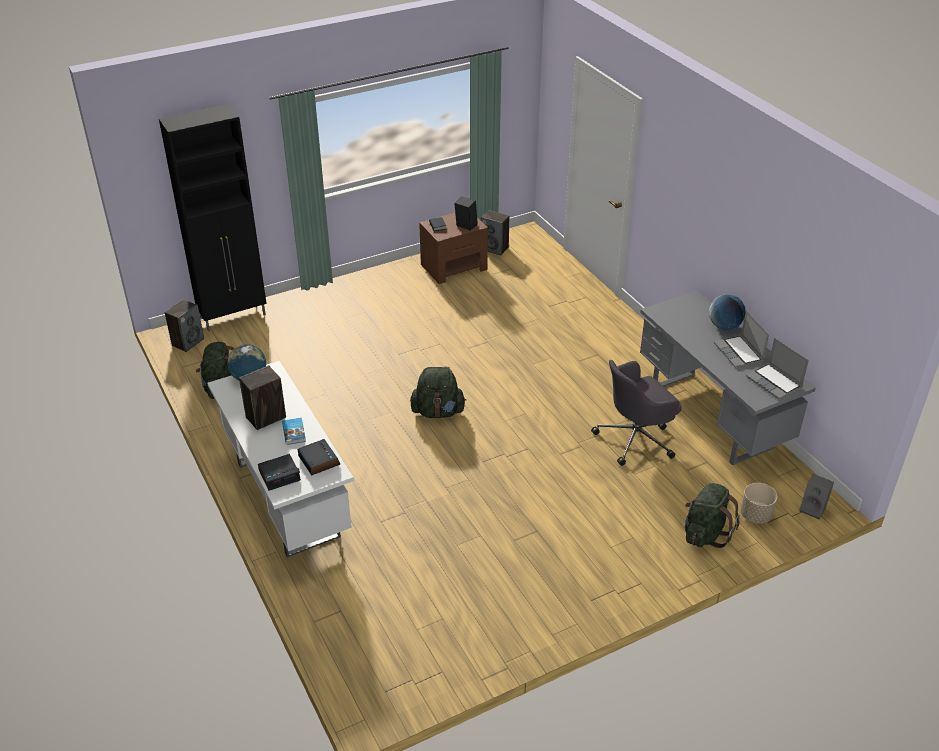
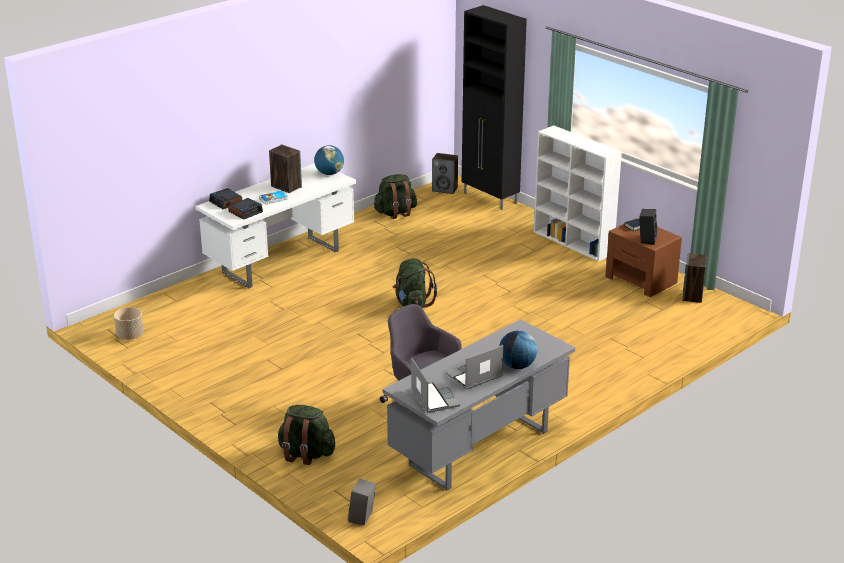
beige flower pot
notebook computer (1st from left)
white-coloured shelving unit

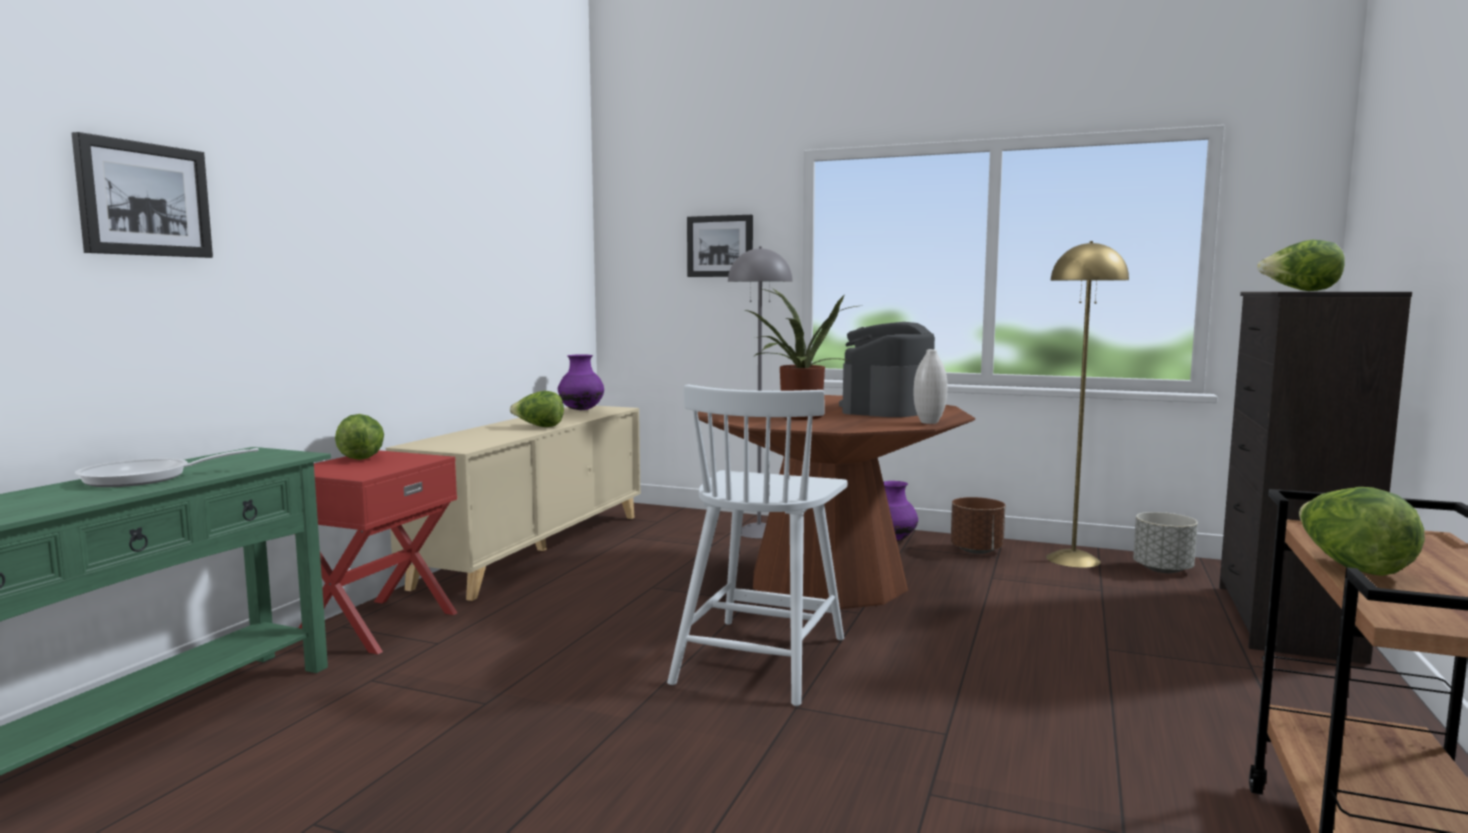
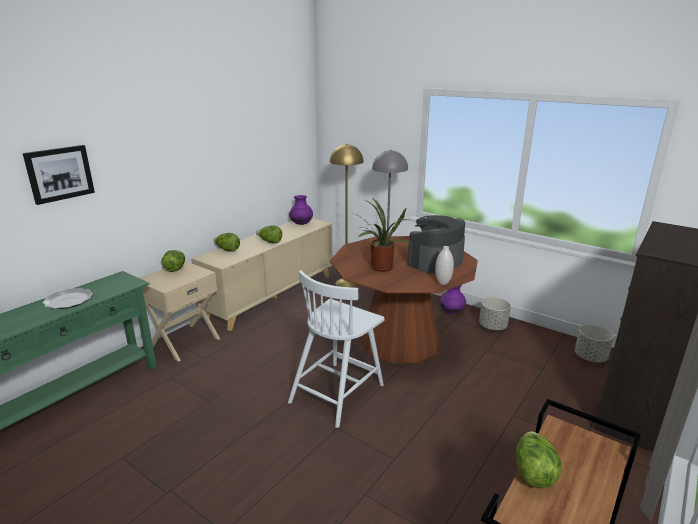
dinner plate
beige nightstand
wall picture (2nd from left in the first image)
gray flower pot (1st from left)
yellow floor lamp
lettuce (2nd from left)

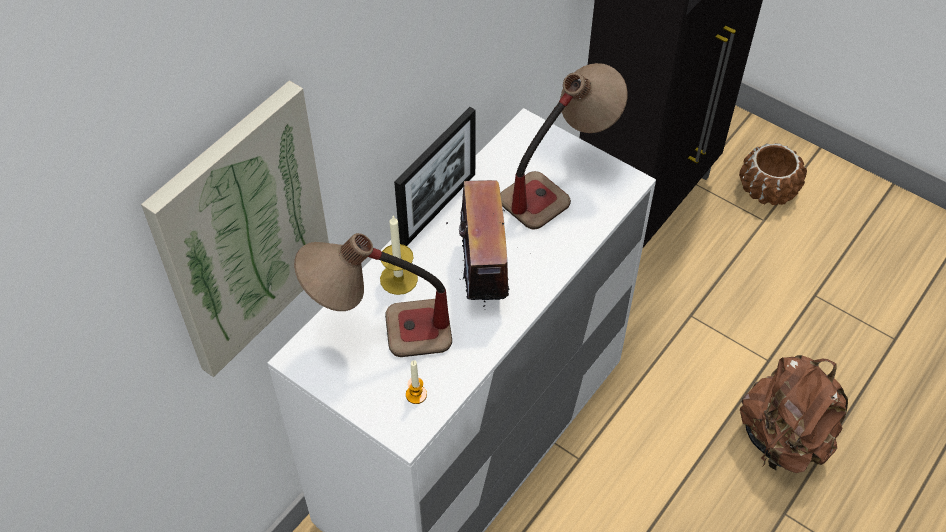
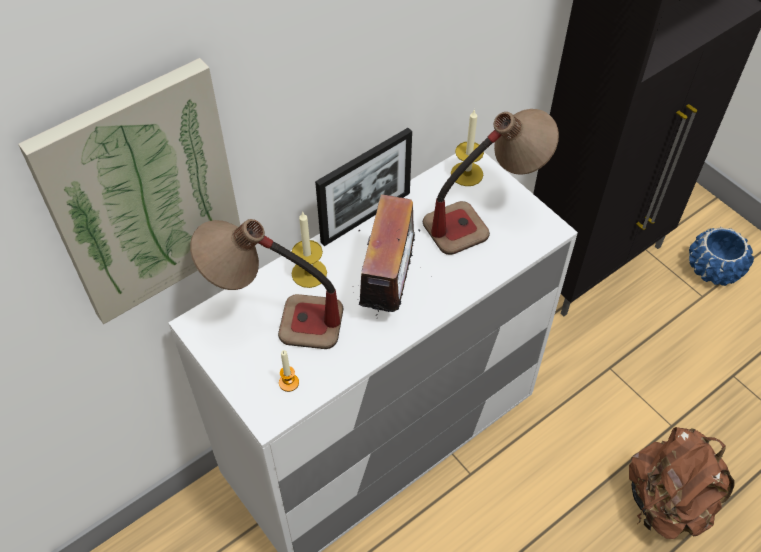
blue-coloured flower pot
wax candle (3rd from left)

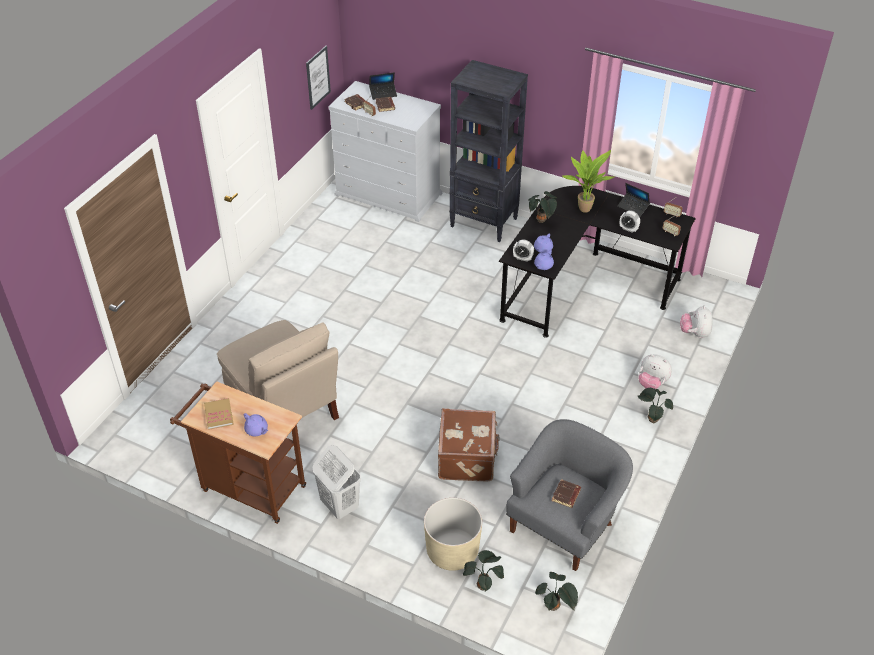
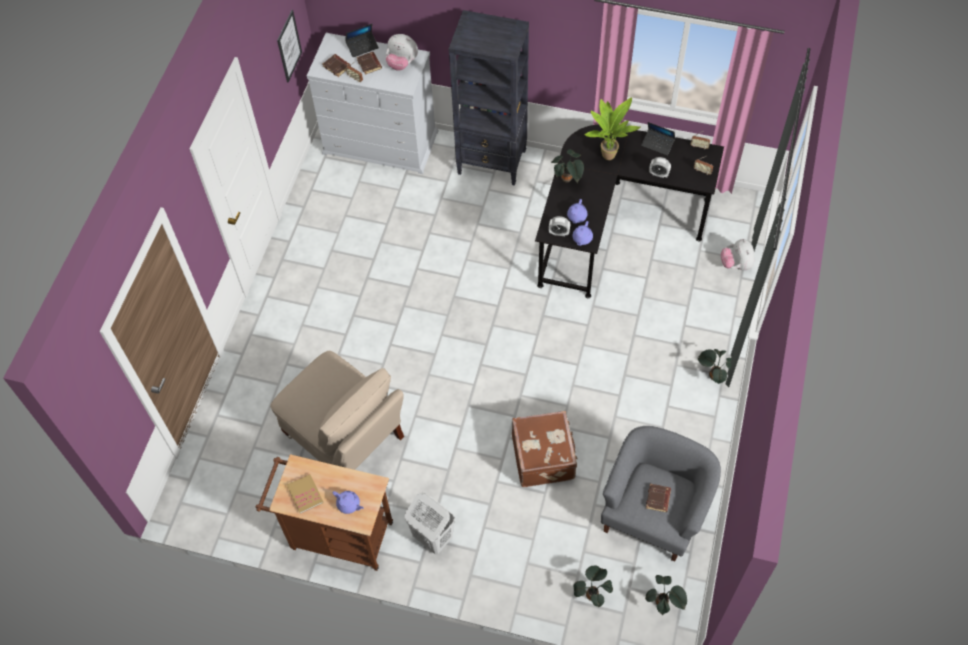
beige flower pot
soft toy (1st from left)

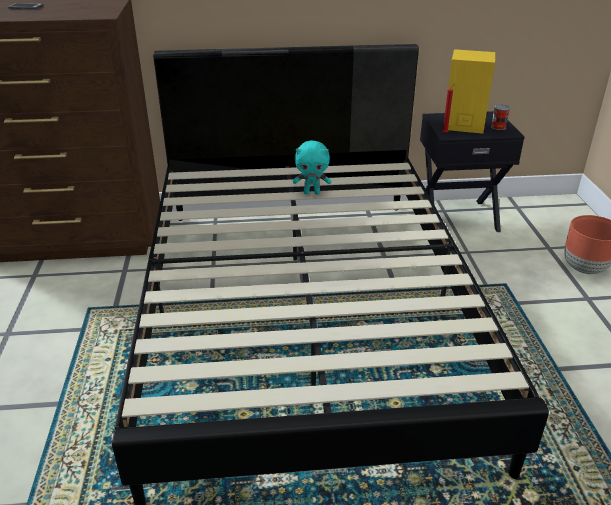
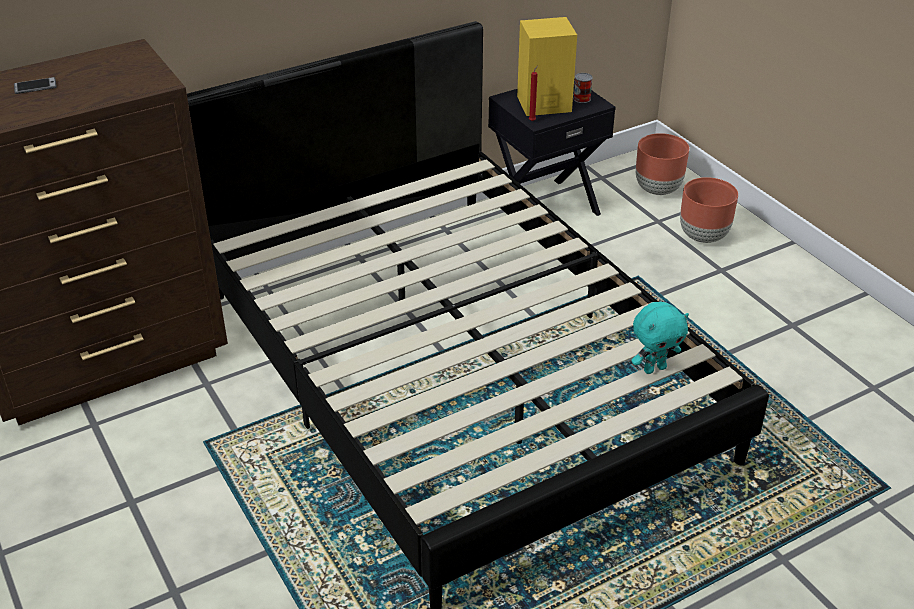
blue-green soft toy
brownish flower pot (1st from left)

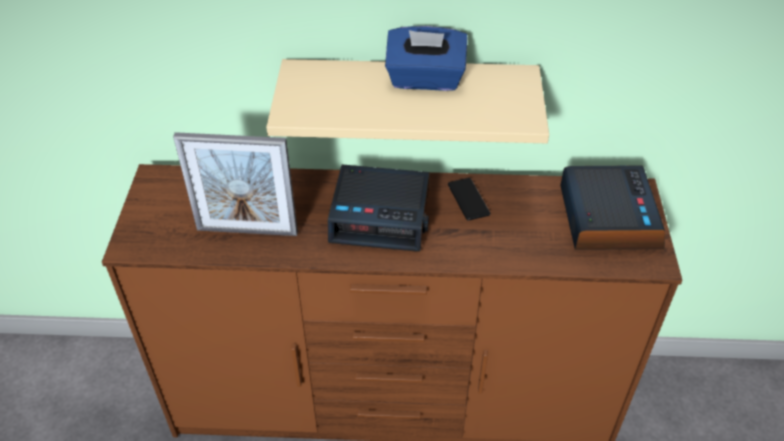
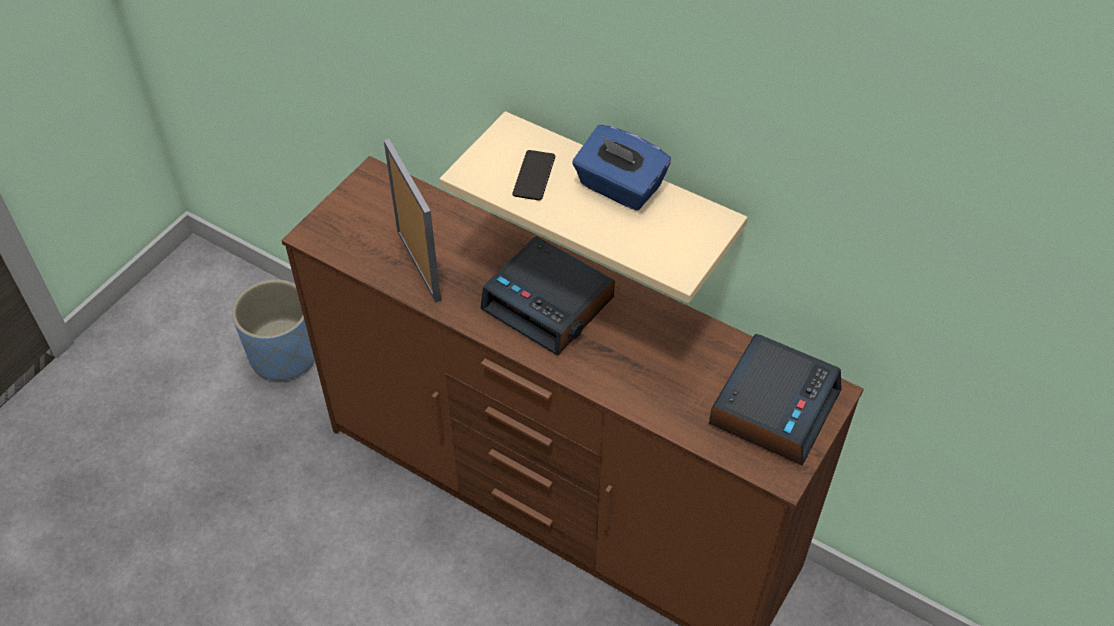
picture frame
handset
blue-coloured flower pot

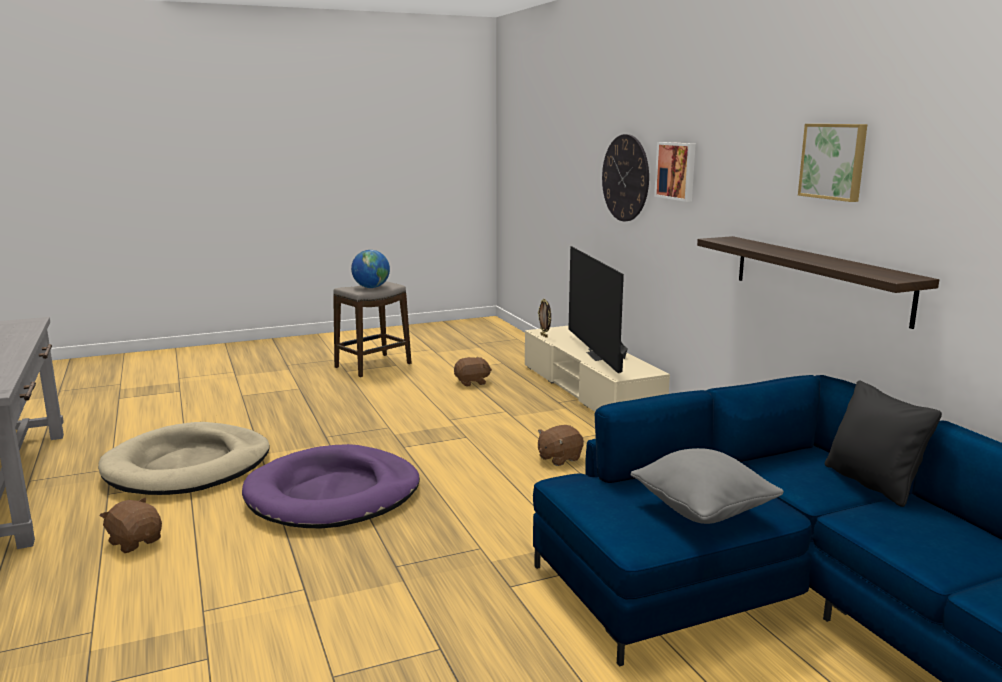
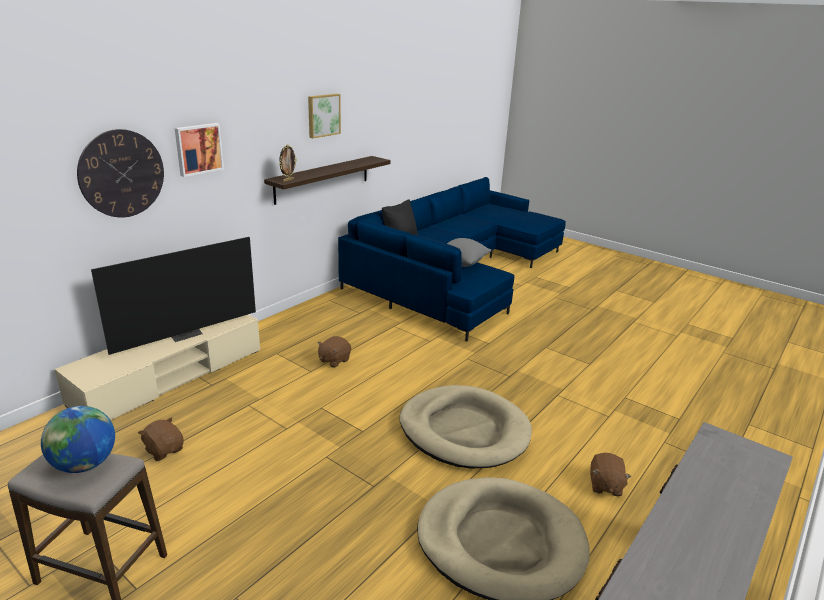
beige dog cushion (1st from left)
picture frame
brownish soft toy (2nd from left)

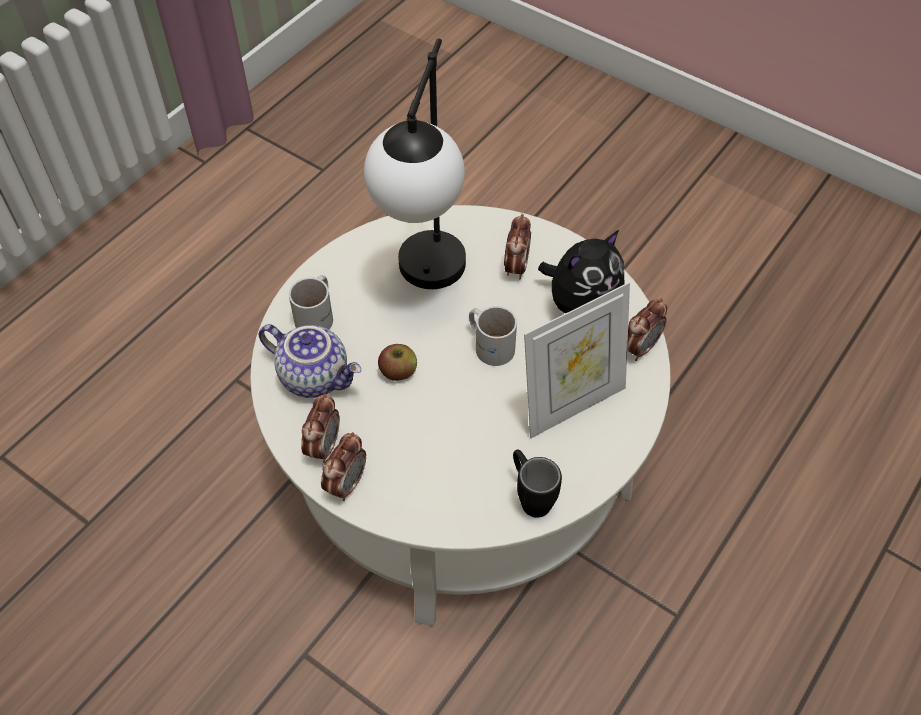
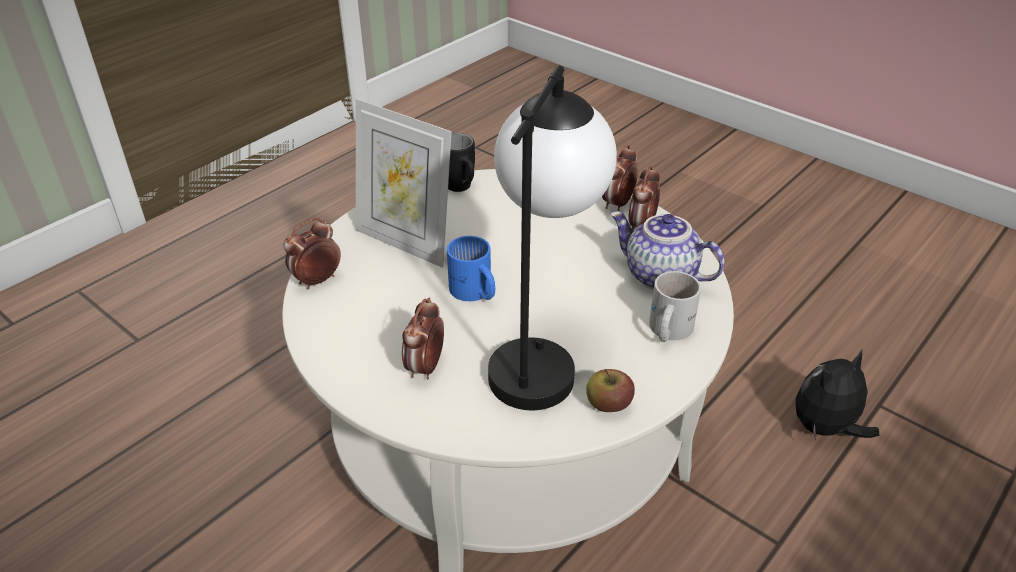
whole apple
blue-coloured tea mug
picture frame
soft toy

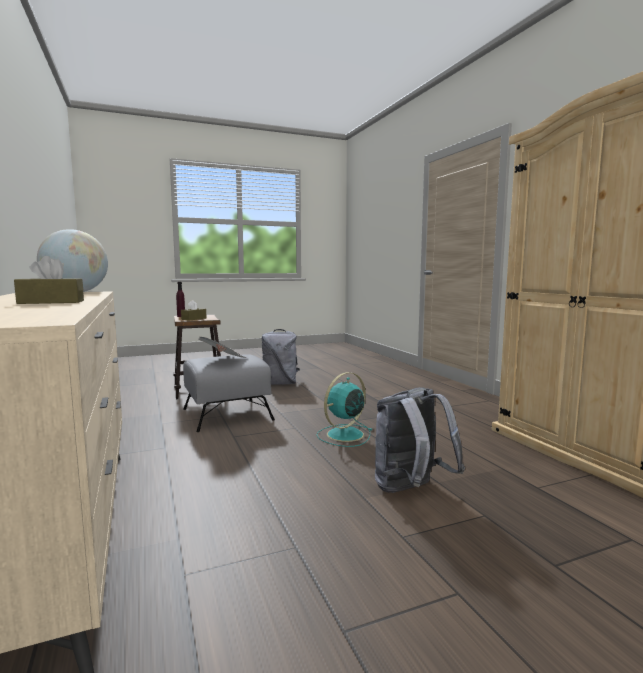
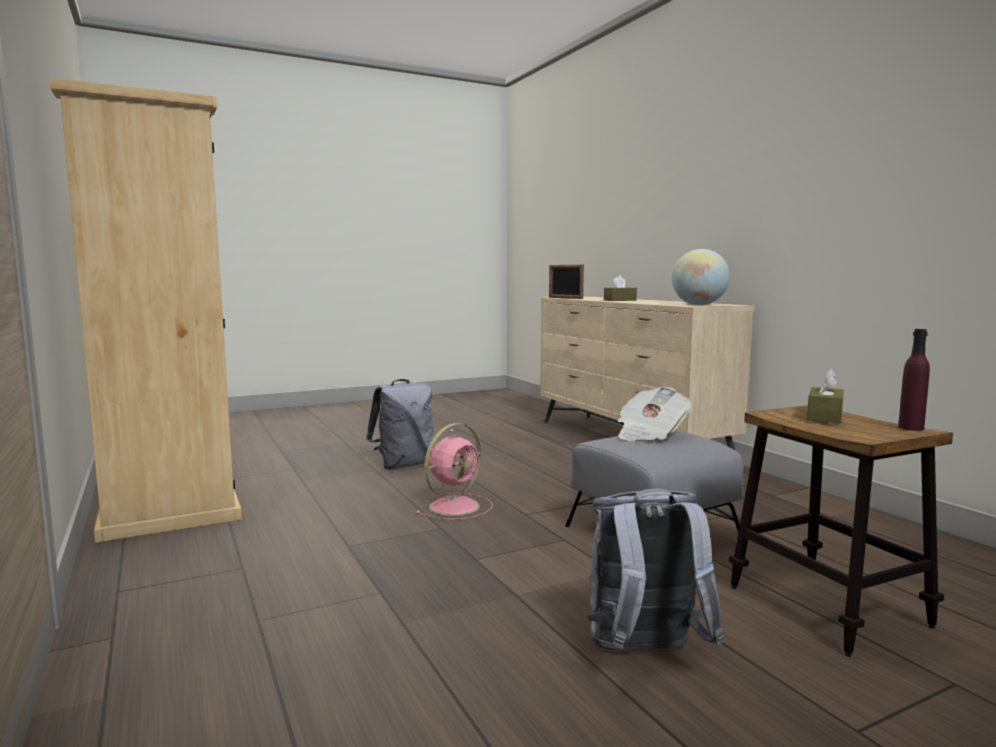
pink electric fan
picture frame

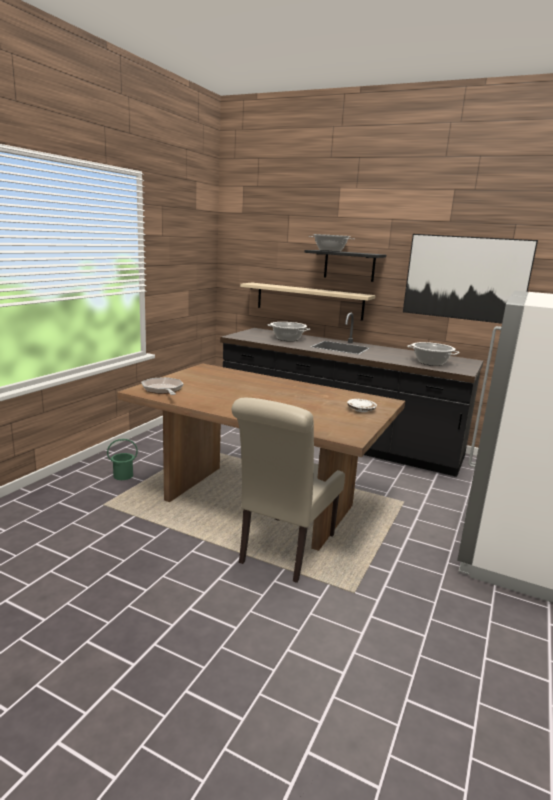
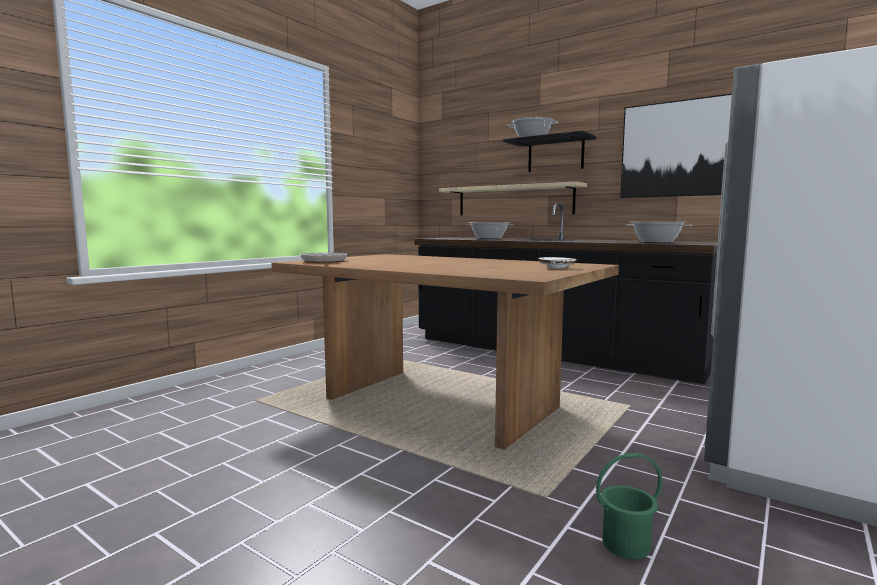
green-coloured water bucket
beige upright chair

